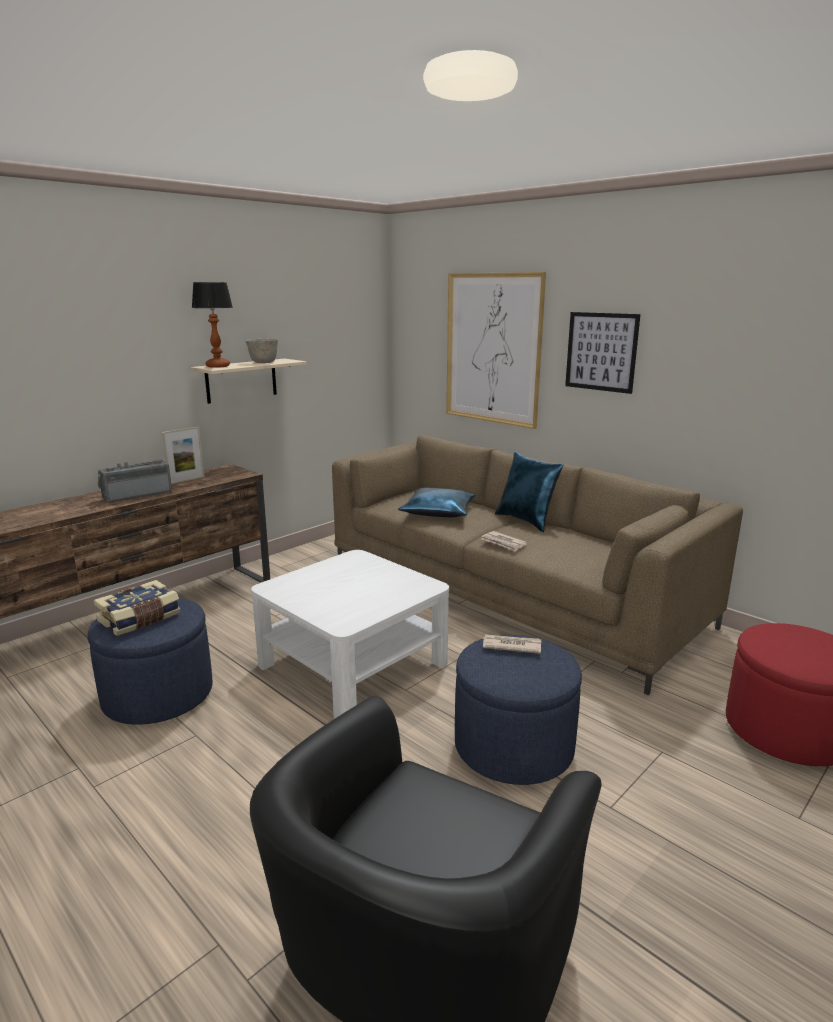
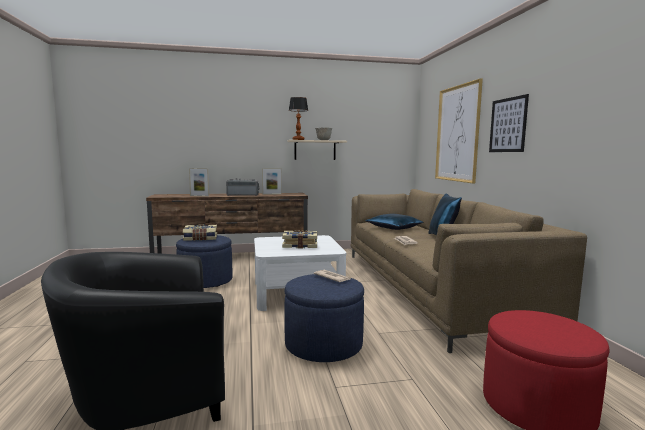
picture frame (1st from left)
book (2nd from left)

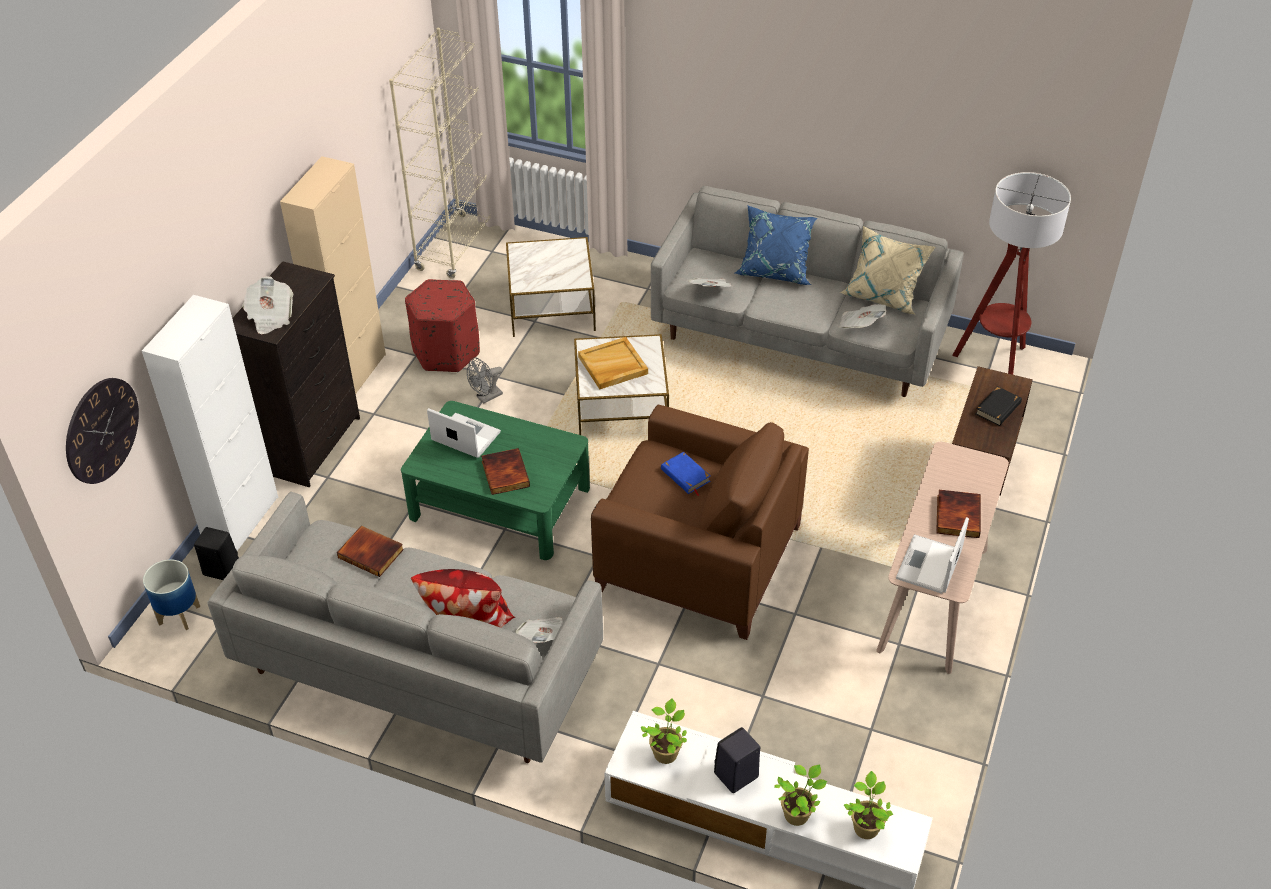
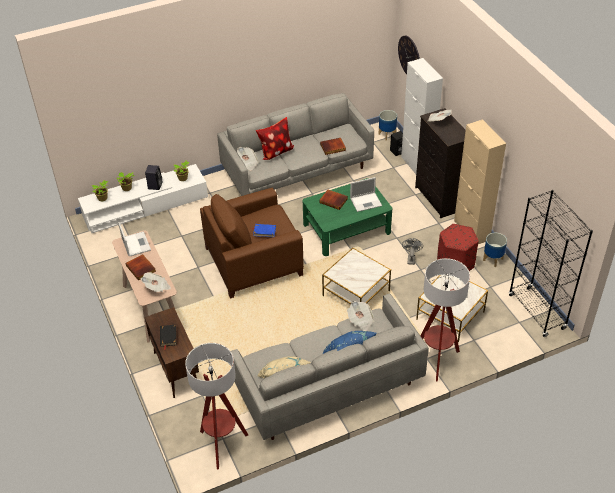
blackish shelving unit
beige tray
printed paper (1st from left)
floor lamp (2nd from left)
flower pot (2nd from left)

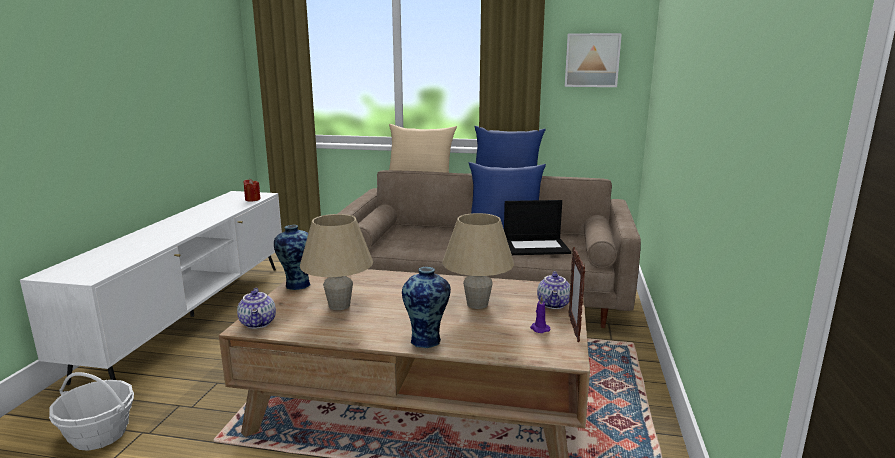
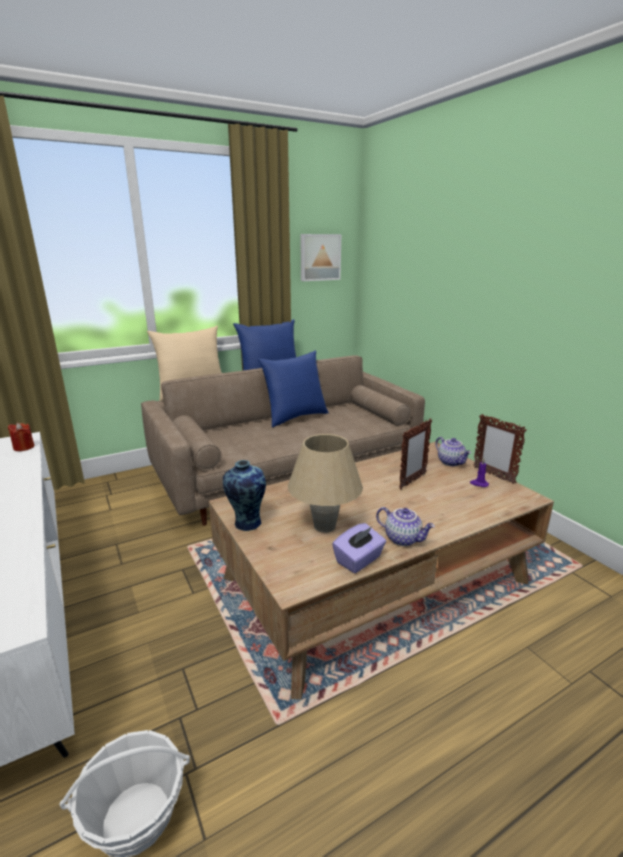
teapot (1st from left)
flower vase (2nd from left in the first image)
picture frame (1st from left)
notebook computer
purple-coloured box of tissues

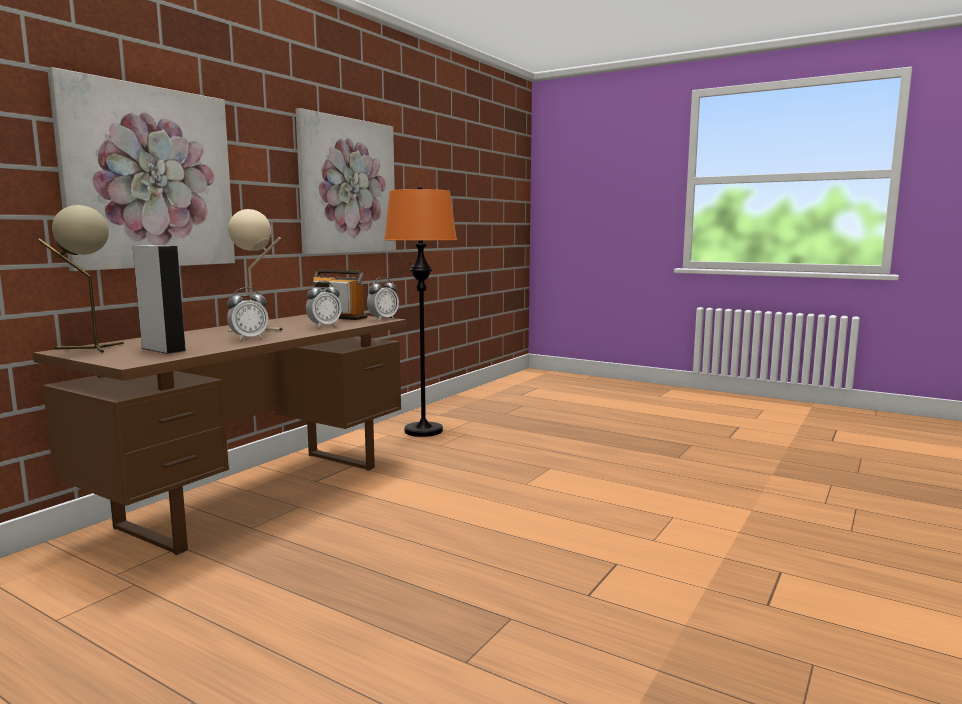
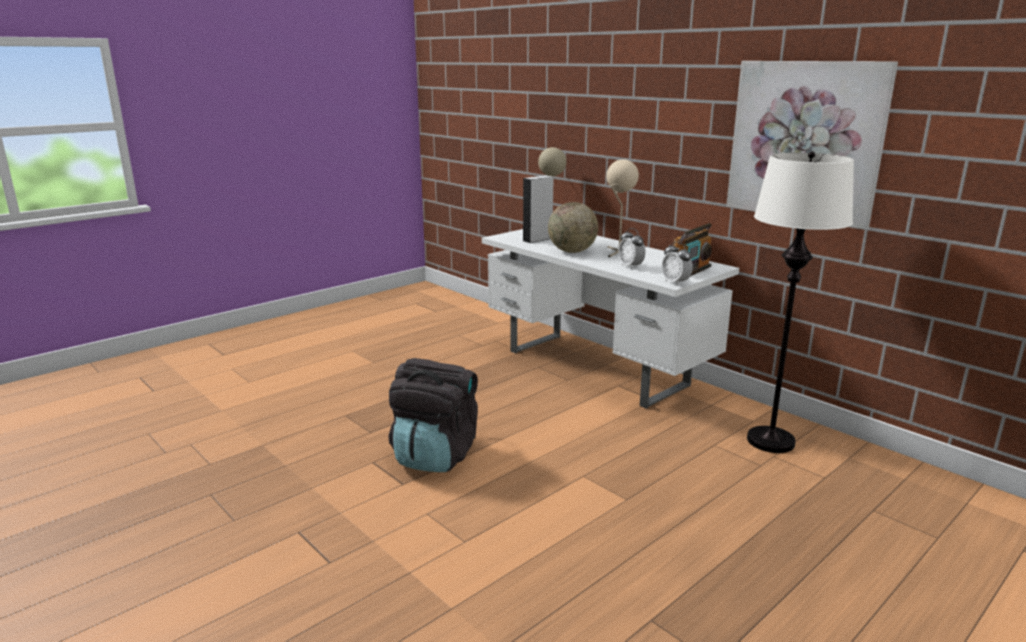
white-coloured desk table
wall picture (1st from left in the first image)
world globe
white-coloured floor lamp
blackish backpack

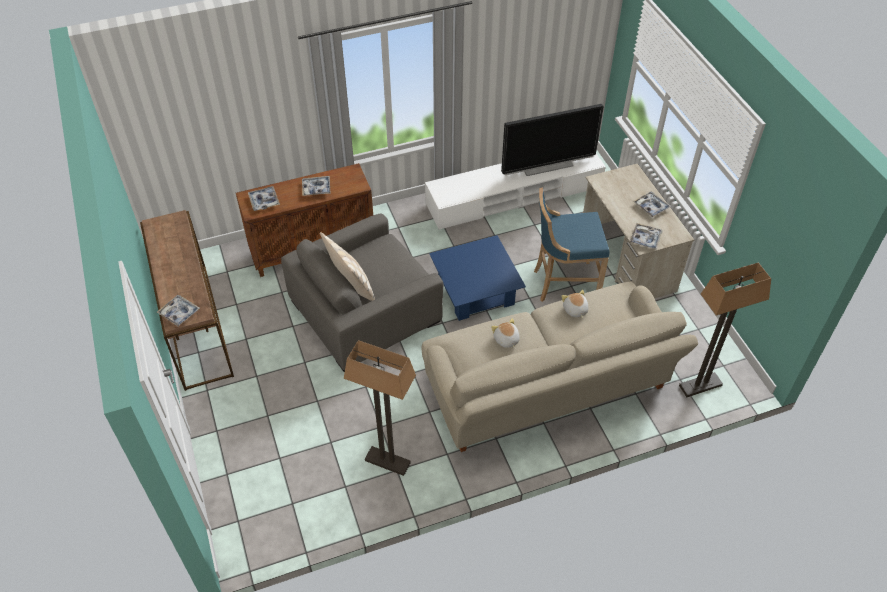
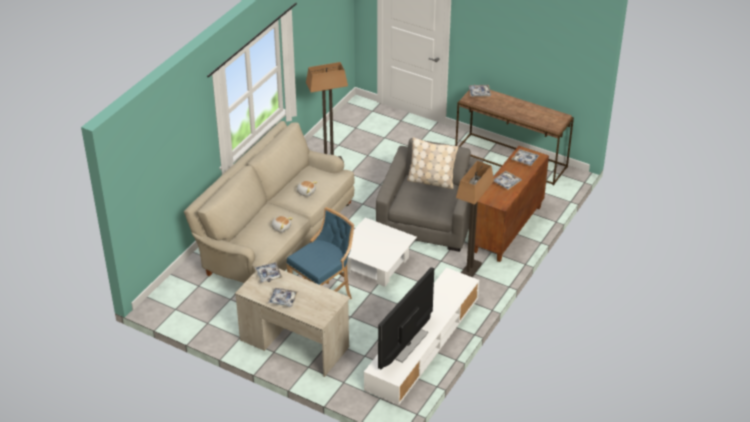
white-coloured low table
floor lamp (2nd from left)

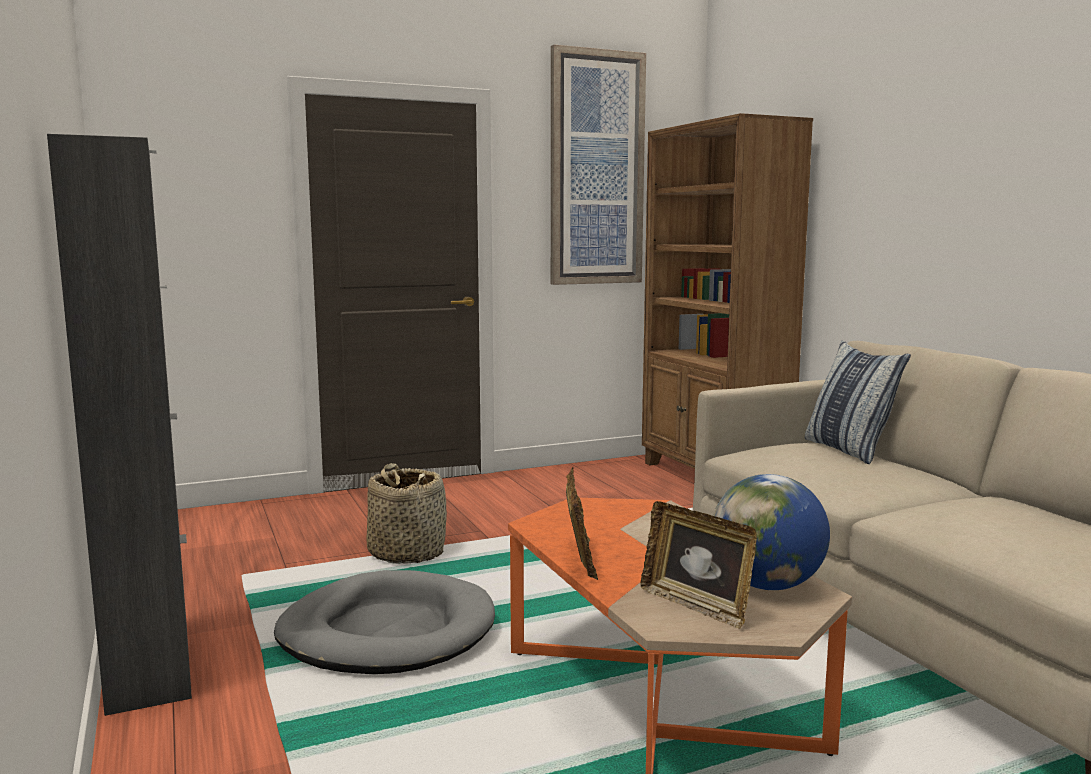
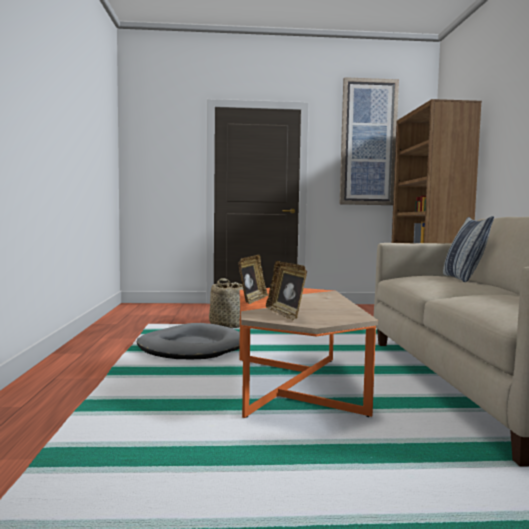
blackish cabinet
world globe

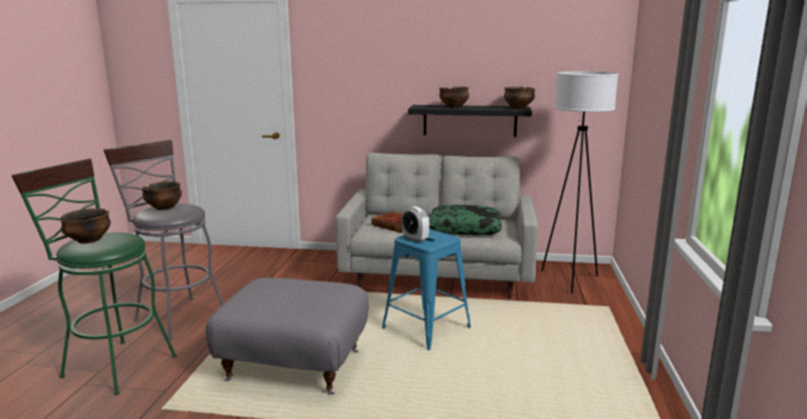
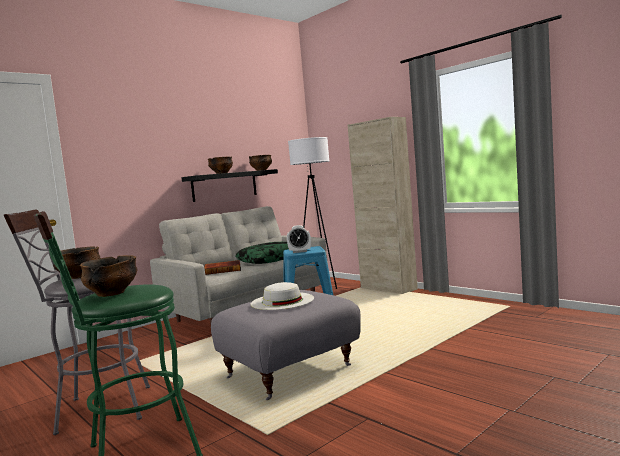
white-coloured clothing hat
beige cabinet

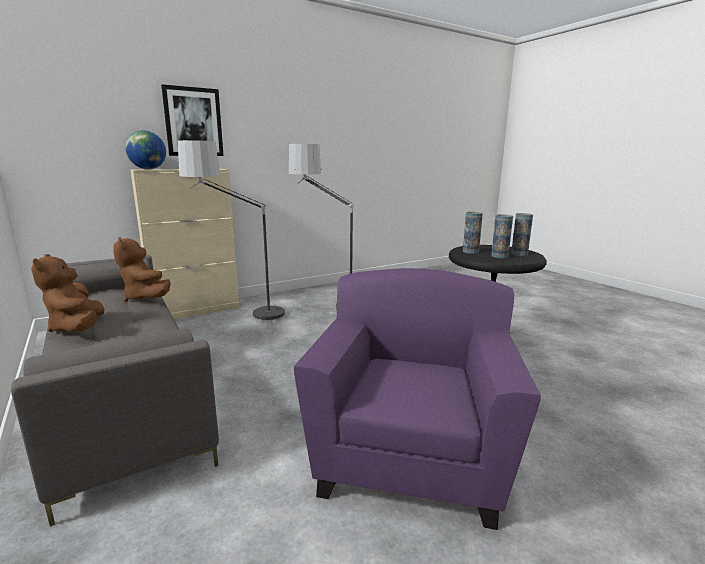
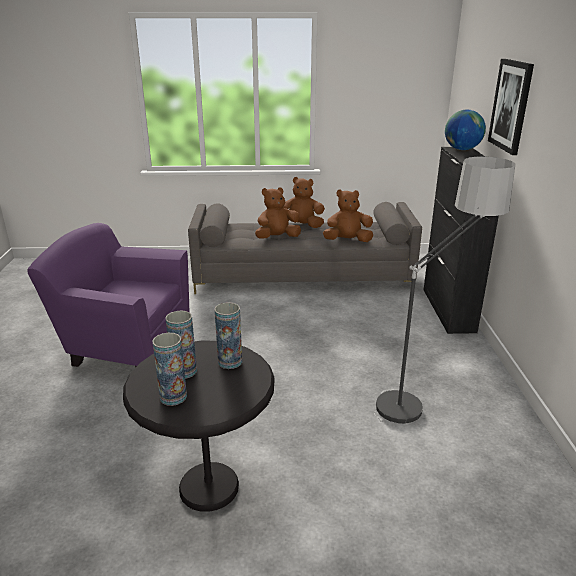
blackish cabinet
floor lamp (1st from left in the first image)
purple-coloured lounge chair
brownish soft toy (1st from left)

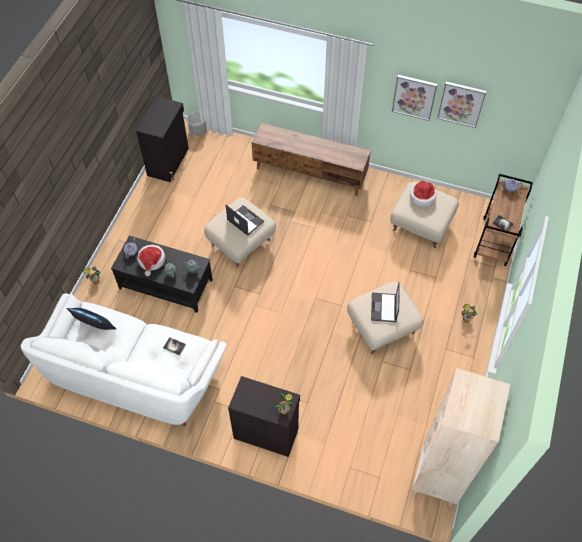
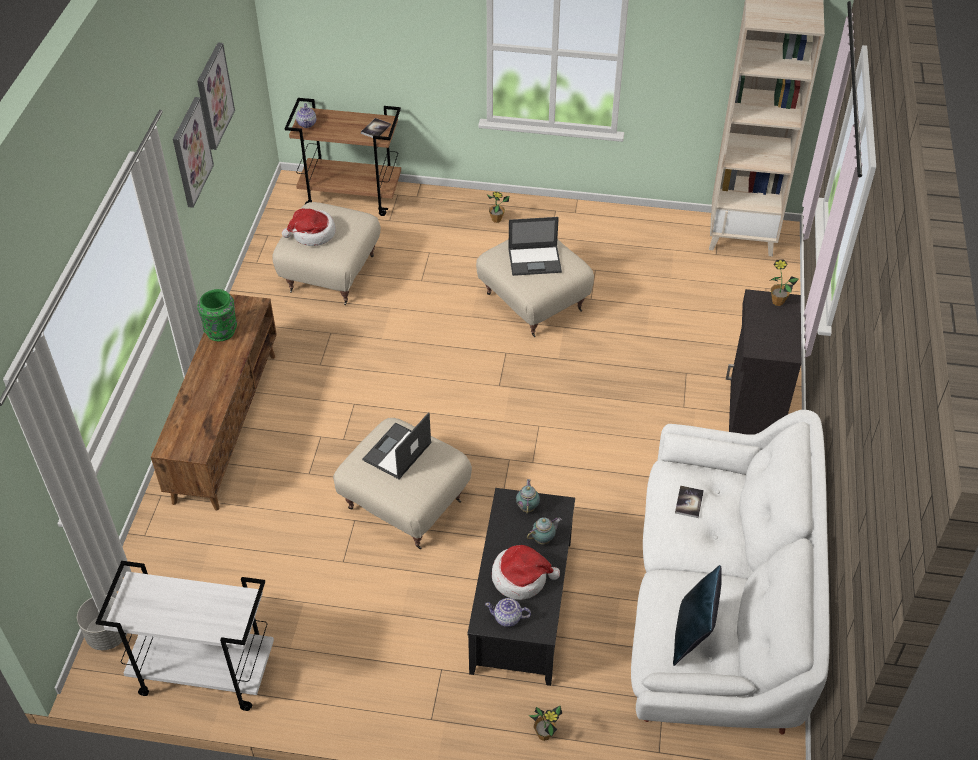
white-coloured trolley
green-coloured flower vase

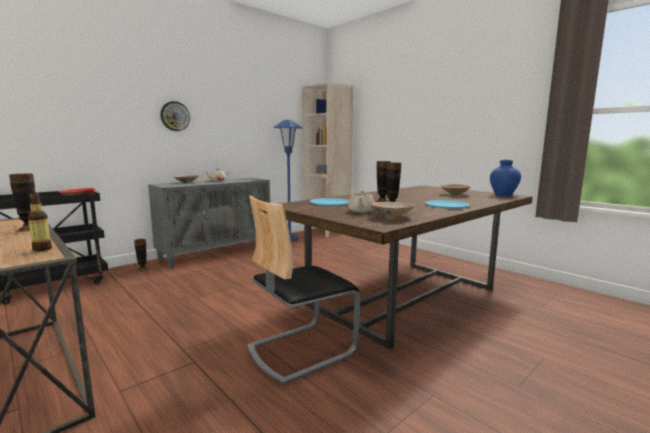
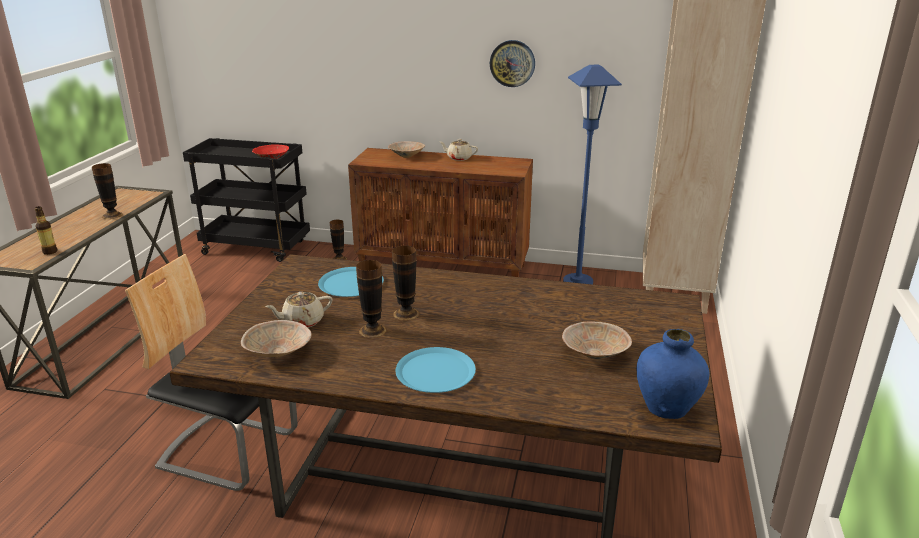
brownish cabinet
clock on the wall

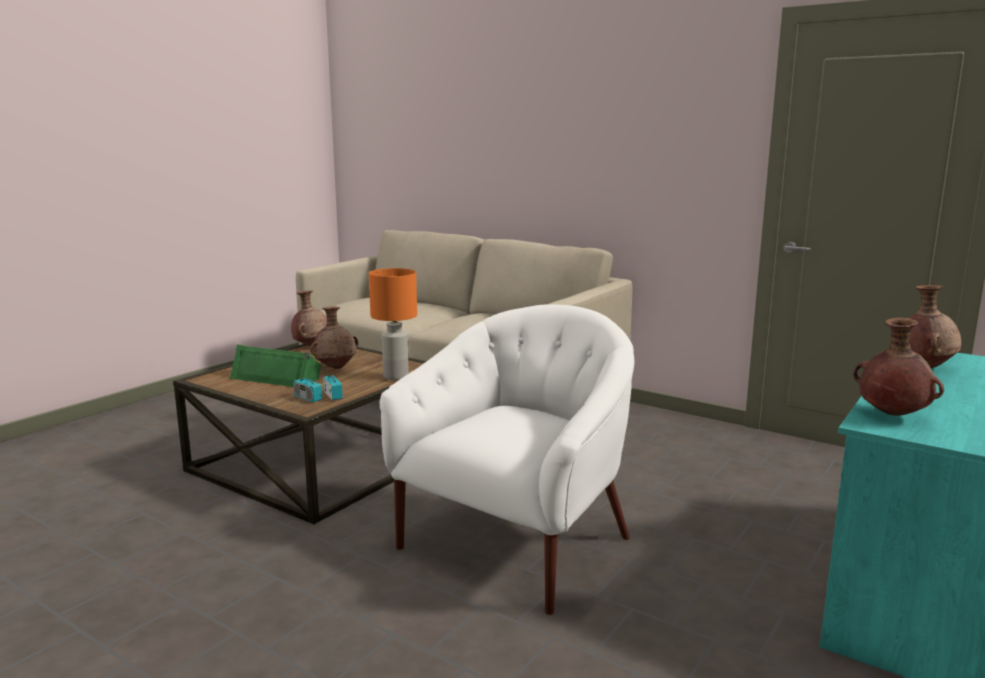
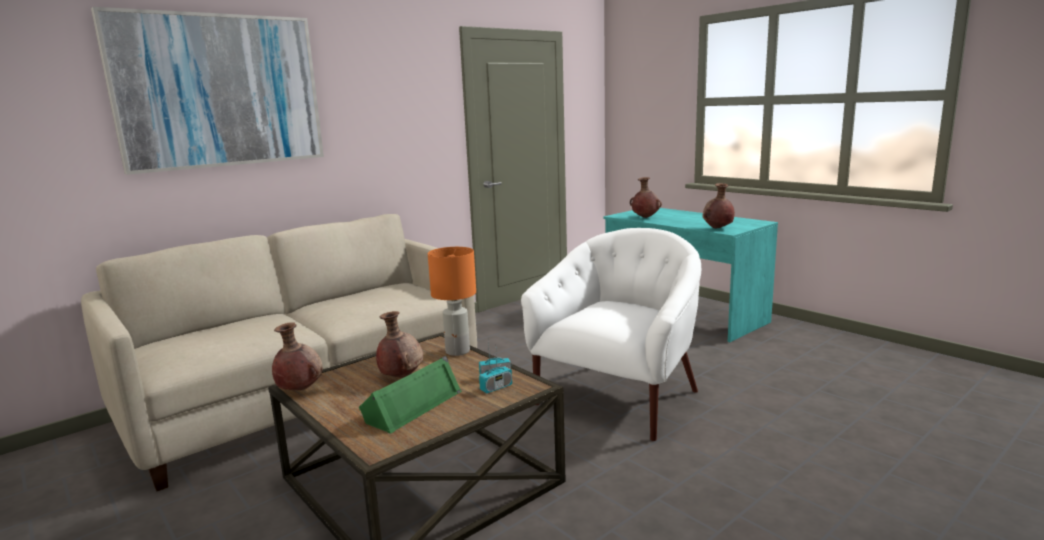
white-coloured lounge chair
wall picture

